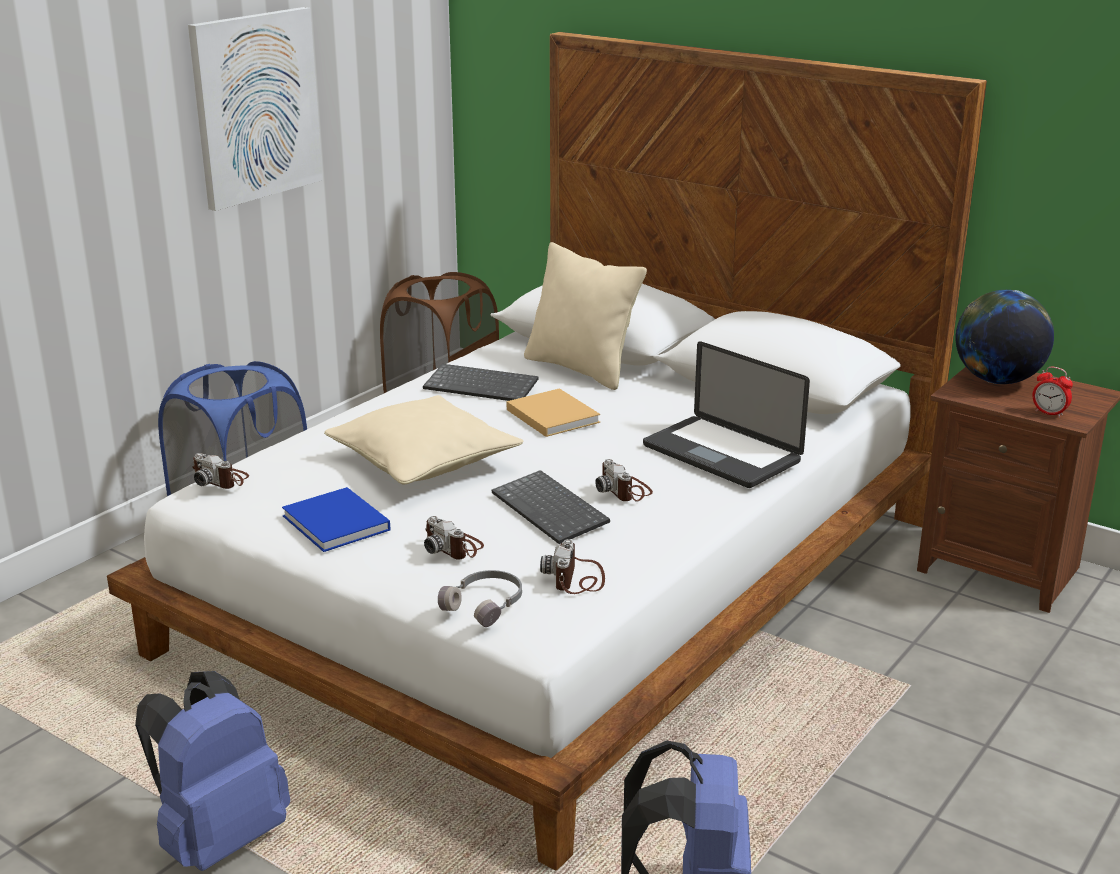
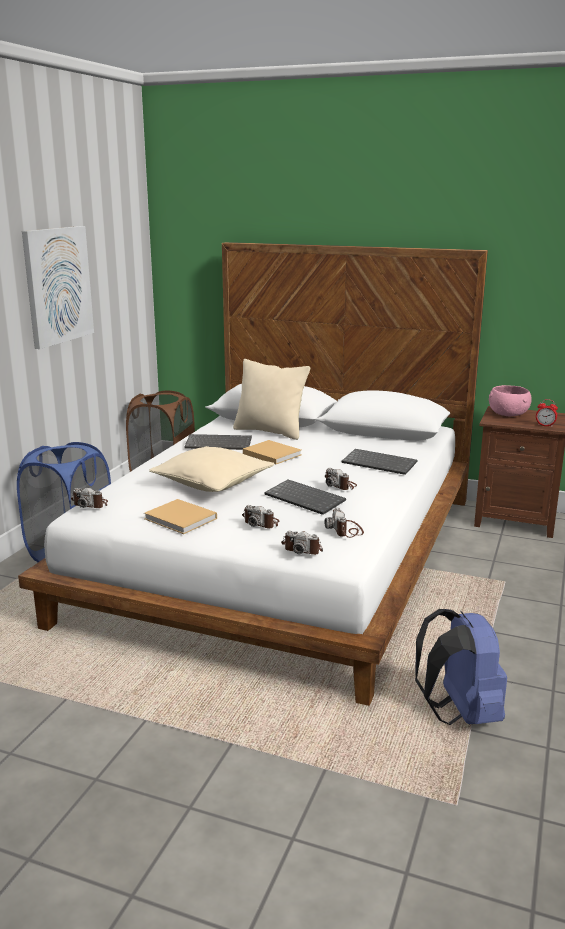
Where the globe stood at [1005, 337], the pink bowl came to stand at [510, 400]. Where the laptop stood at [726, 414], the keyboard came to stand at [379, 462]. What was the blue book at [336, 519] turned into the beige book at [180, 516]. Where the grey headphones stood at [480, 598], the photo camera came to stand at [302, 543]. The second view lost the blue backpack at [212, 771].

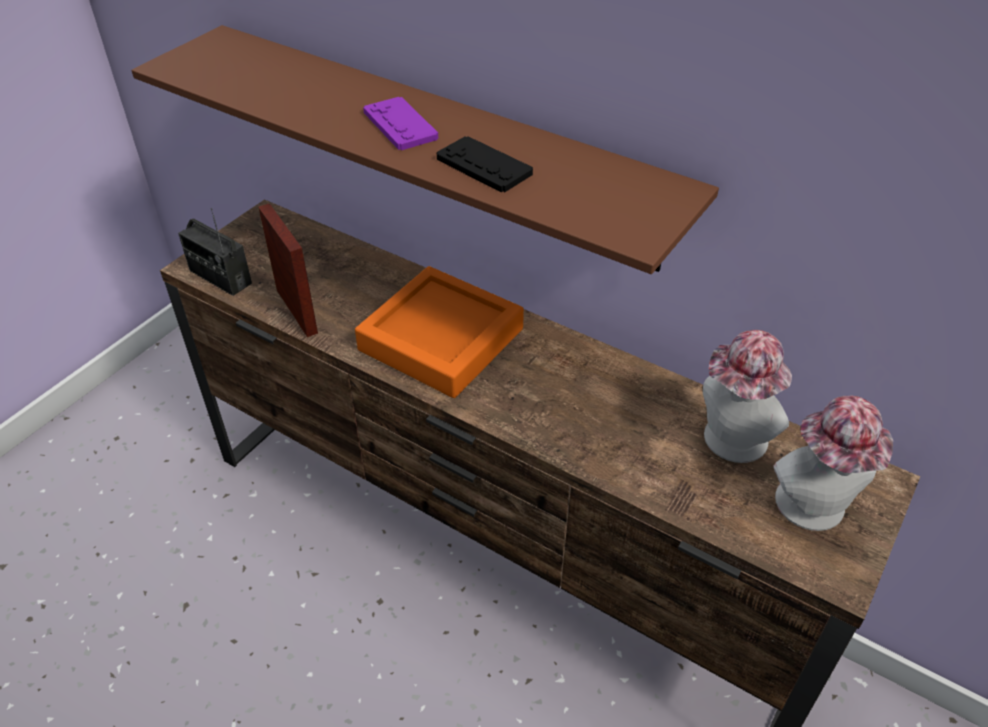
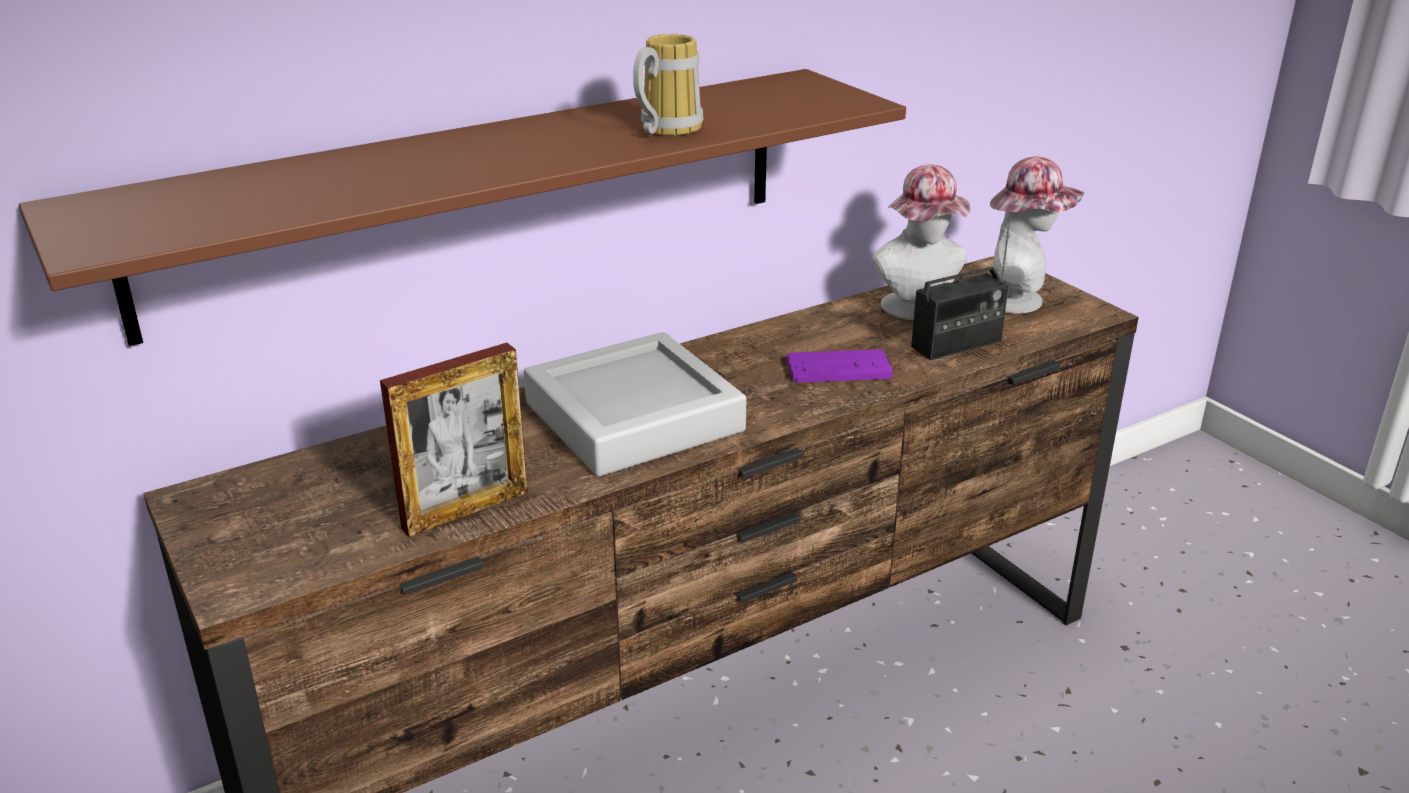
The purple game controller ended up elsewhere, having gone from [400, 123] to [840, 366]. Where the black game controller stood at [485, 164], the mug came to stand at [668, 85]. The picture frame at [288, 270] ended up facing another way, 150 degrees clockwise from before. The radio ended up elsewhere, having gone from [215, 252] to [961, 288]. What was the orange tray at [439, 332] turned into the grey tray at [635, 404].

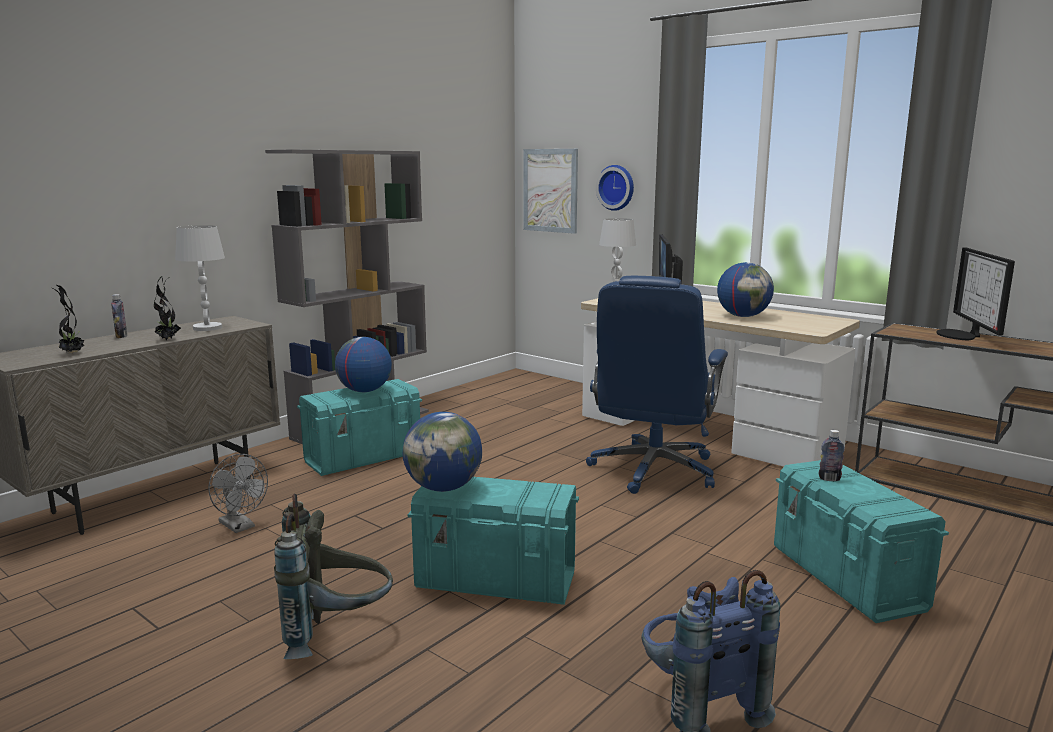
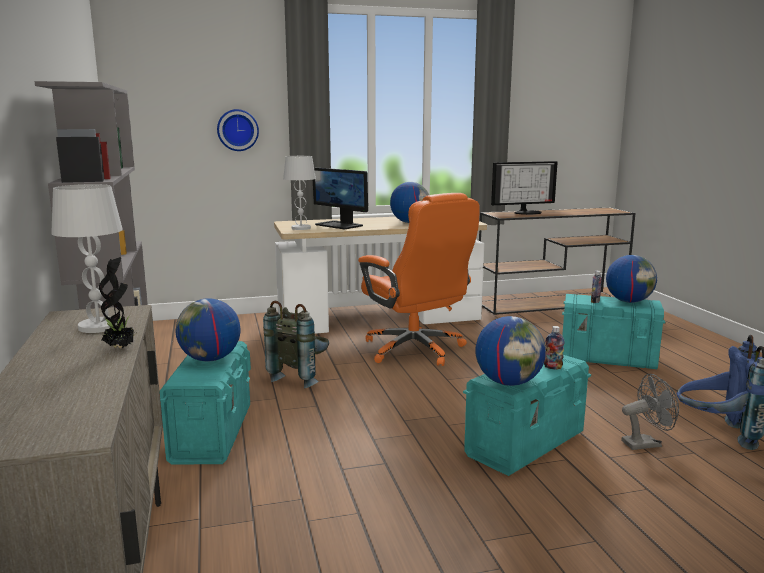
The second view lost the picture at [550, 191]. The monitor at [975, 294] ended up facing another way, 60 degrees counterclockwise from before. What was the blue office chair at [657, 385] turned into the orange office chair at [419, 279]. The second view lost the potted plant at [68, 318]. The bottle ended up elsewhere, having gone from [119, 316] to [554, 348]. The grey fan ended up elsewhere, having gone from [238, 493] to [650, 412]. The grey backpack ended up elsewhere, having gone from [333, 576] to [296, 345]. The second view gained the globe at [631, 279].

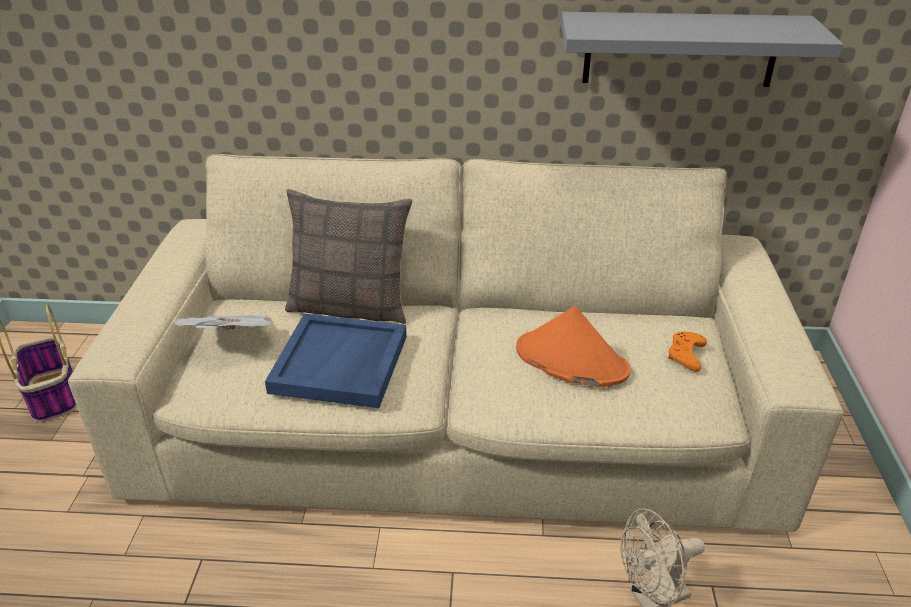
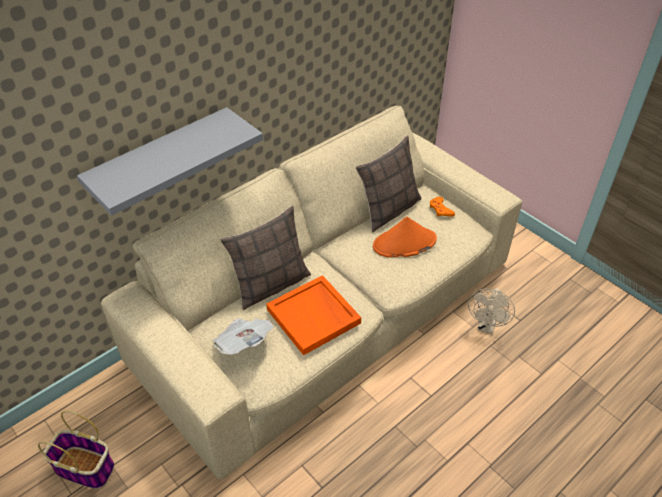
The grey shelf ended up elsewhere, having gone from [702, 49] to [170, 161]. What was the blue tray at [336, 361] turned into the orange tray at [313, 315]. The second view gained the pillow at [388, 184].

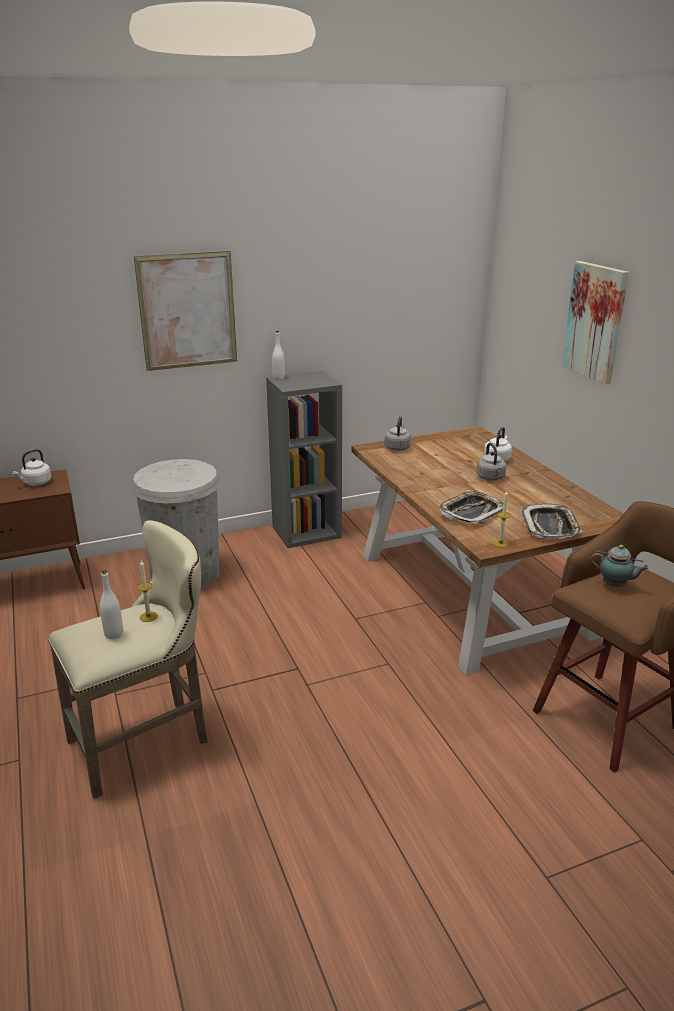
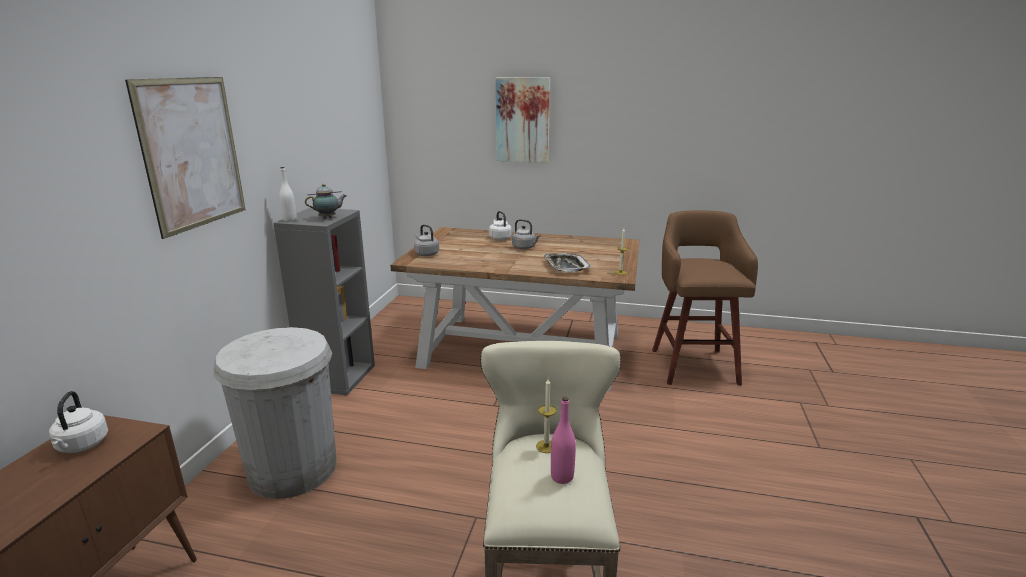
The second view lost the tray at [552, 521]. The teapot ended up elsewhere, having gone from [619, 566] to [326, 201]. What was the white bottle at [111, 604] turned into the pink bottle at [563, 440].

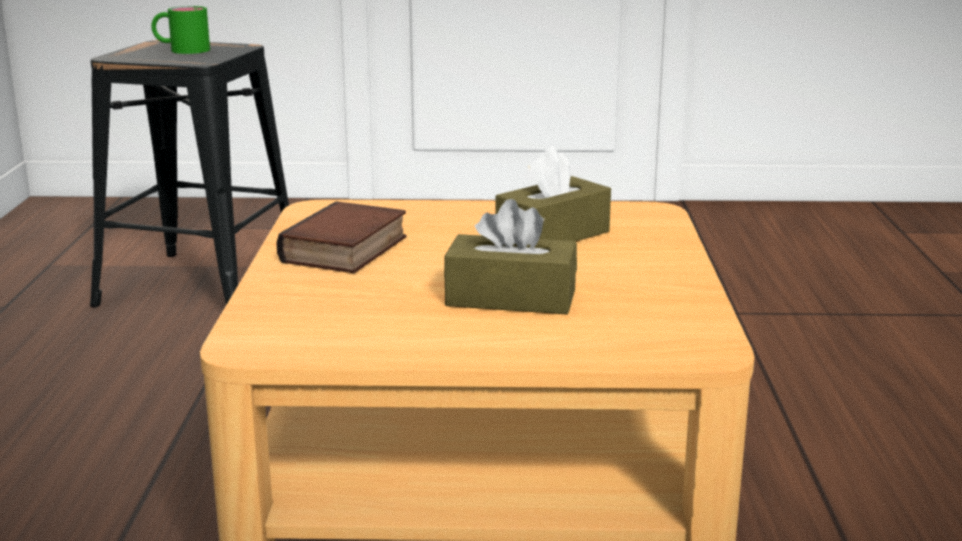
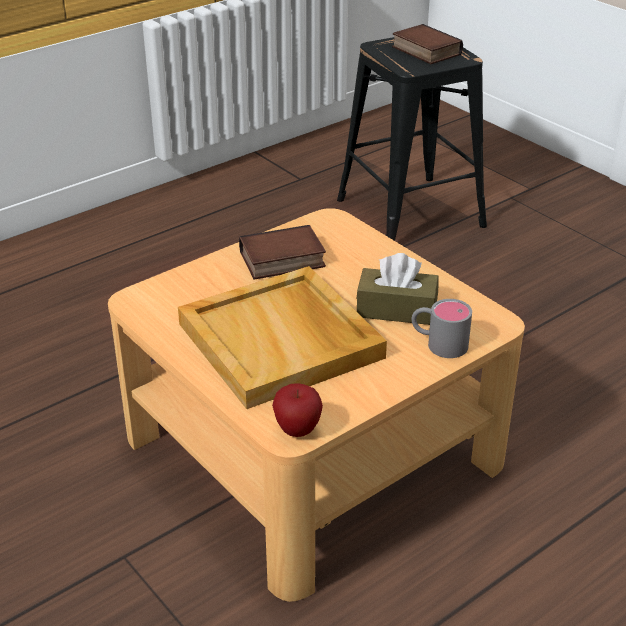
Where the green mug stood at [180, 30], the book came to stand at [427, 44]. Where the brown tissue box stood at [510, 256], the beige tray came to stand at [282, 337]. The second view gained the grey mug at [441, 328]. The second view gained the apple at [297, 410].

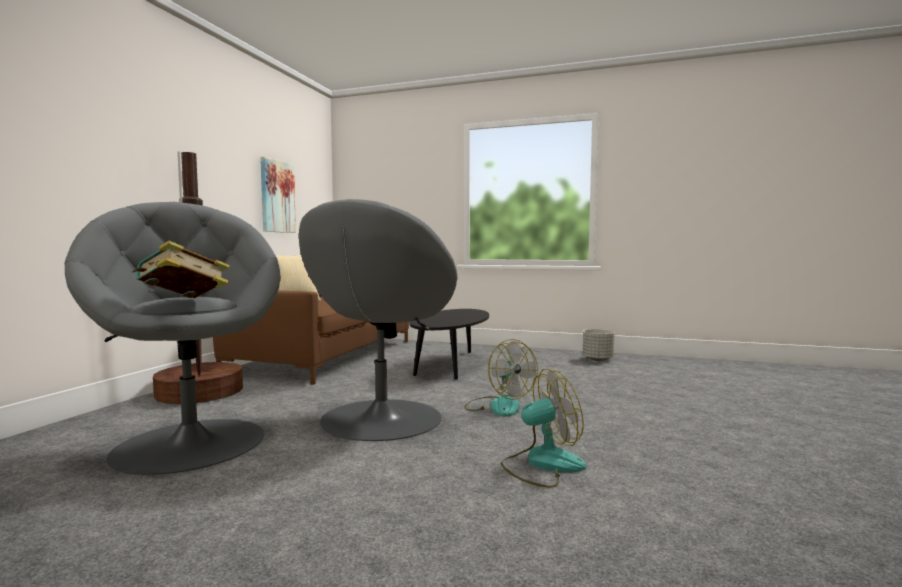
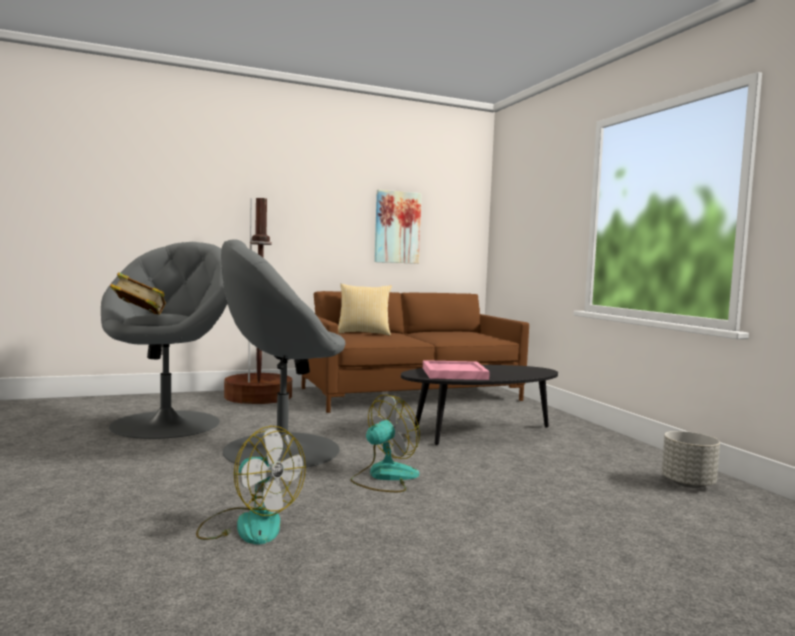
The fan at [501, 377] ended up facing another way, 150 degrees counterclockwise from before. The second view gained the pink tray at [456, 370].

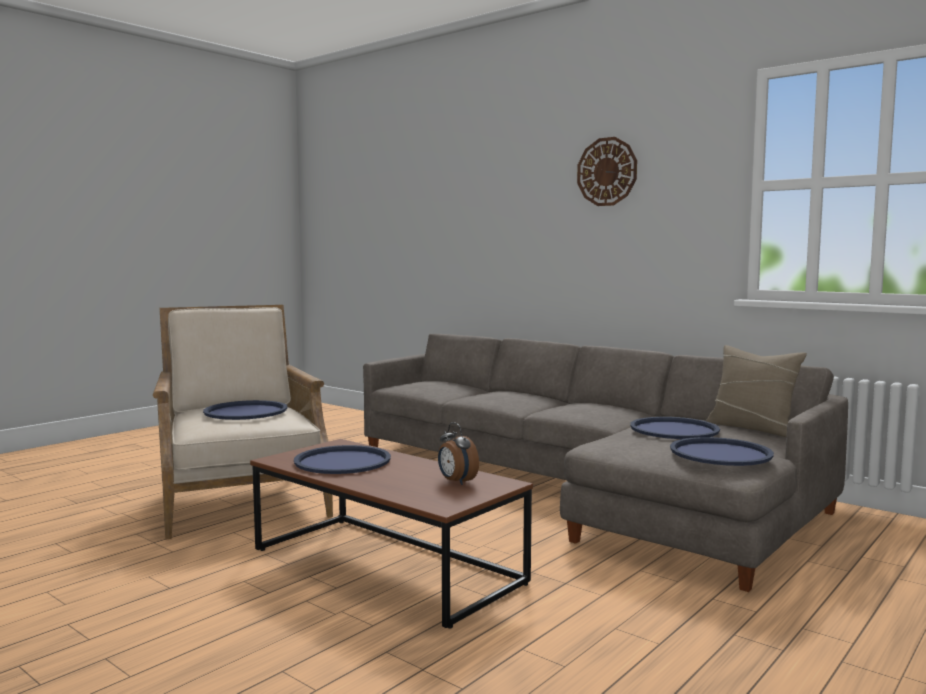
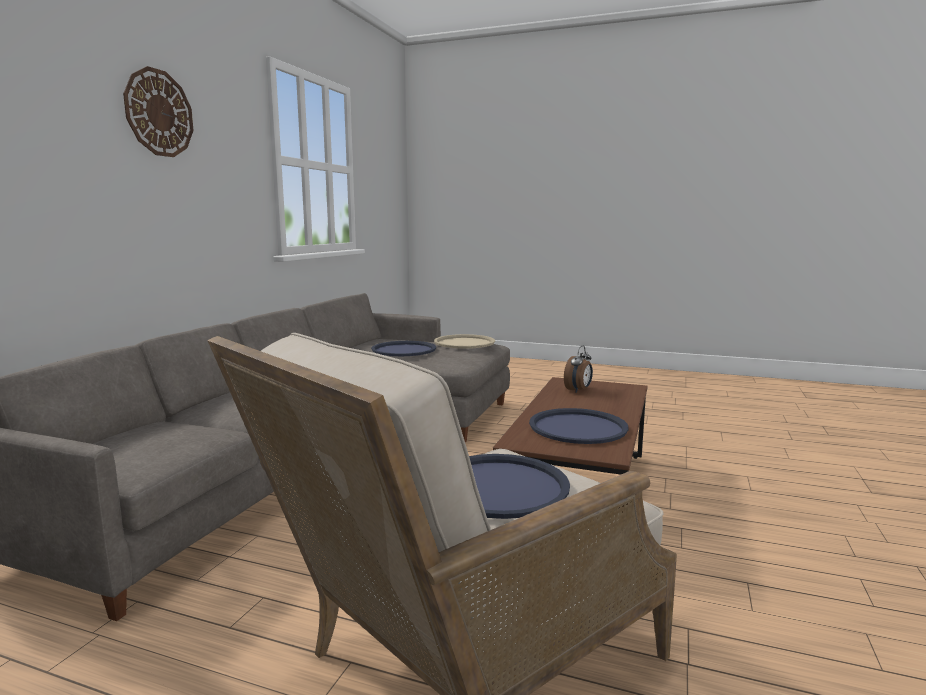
The second view lost the beige pillow at [756, 391]. What was the blue tray at [722, 451] turned into the beige tray at [464, 341].

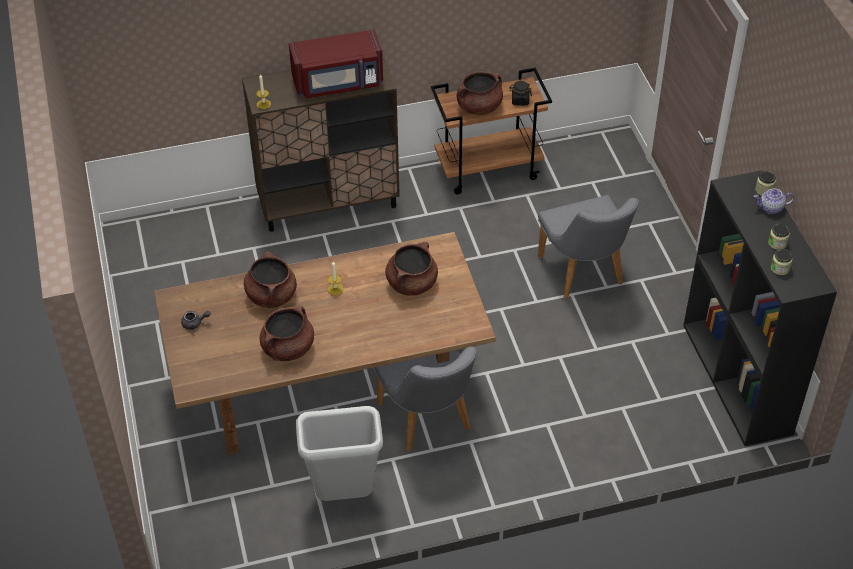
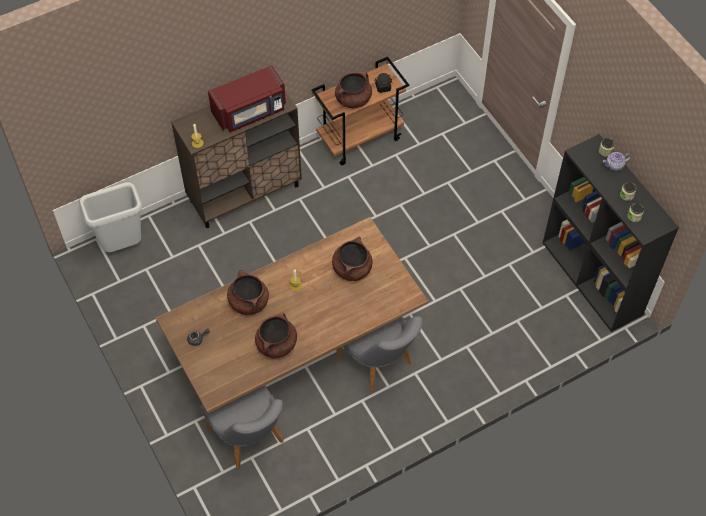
The grey chair ended up elsewhere, having gone from [588, 247] to [242, 427]. The grey trash can ended up elsewhere, having gone from [339, 453] to [110, 217].

